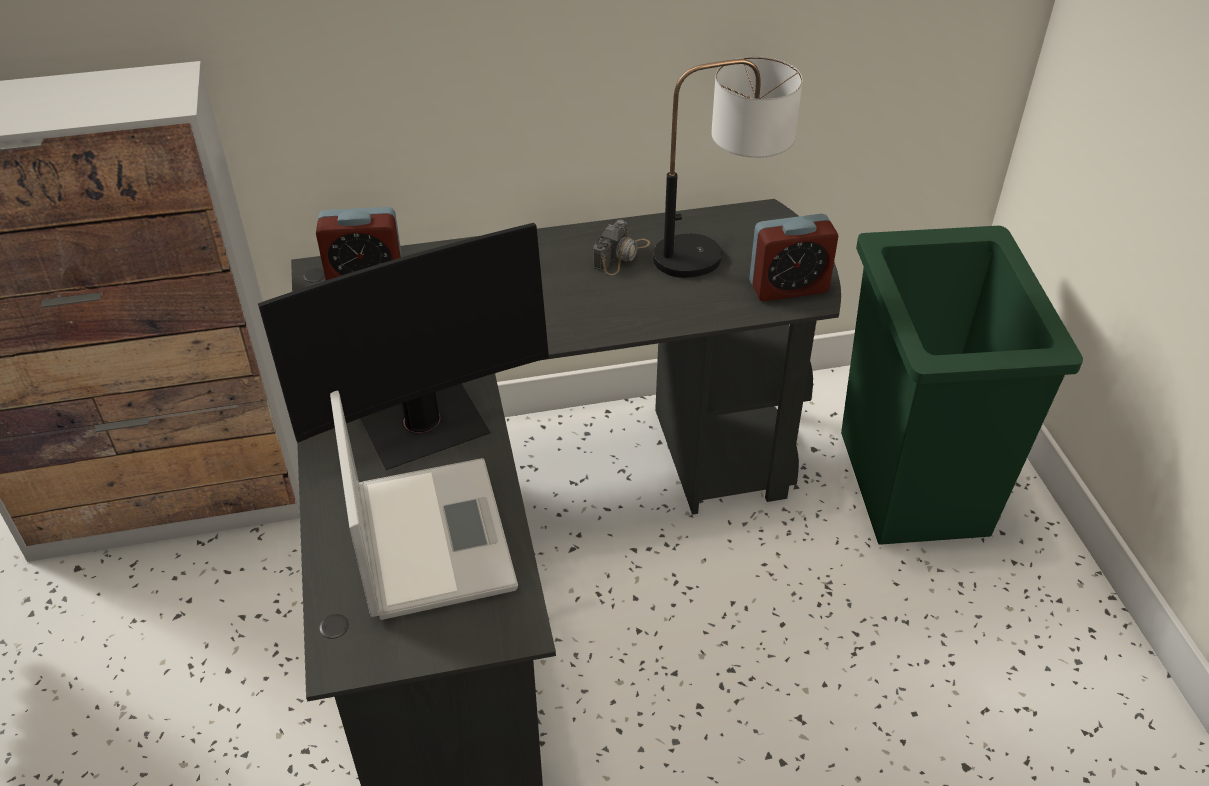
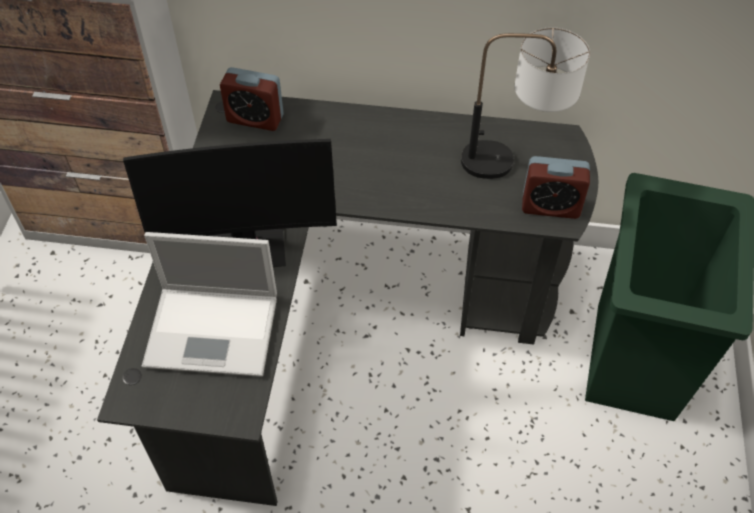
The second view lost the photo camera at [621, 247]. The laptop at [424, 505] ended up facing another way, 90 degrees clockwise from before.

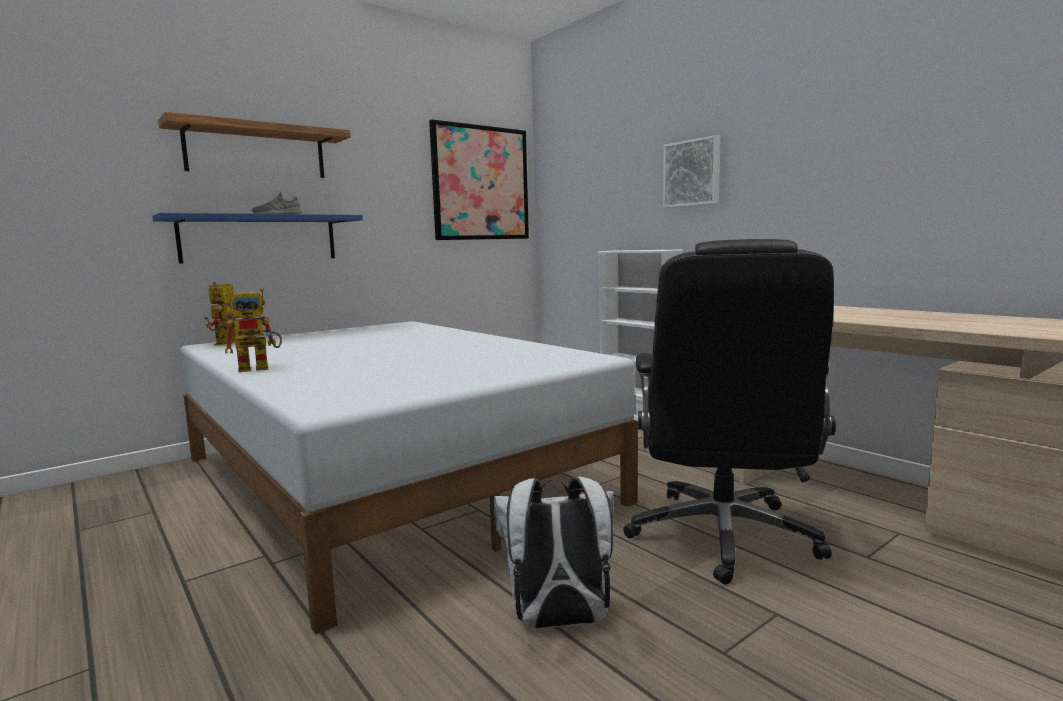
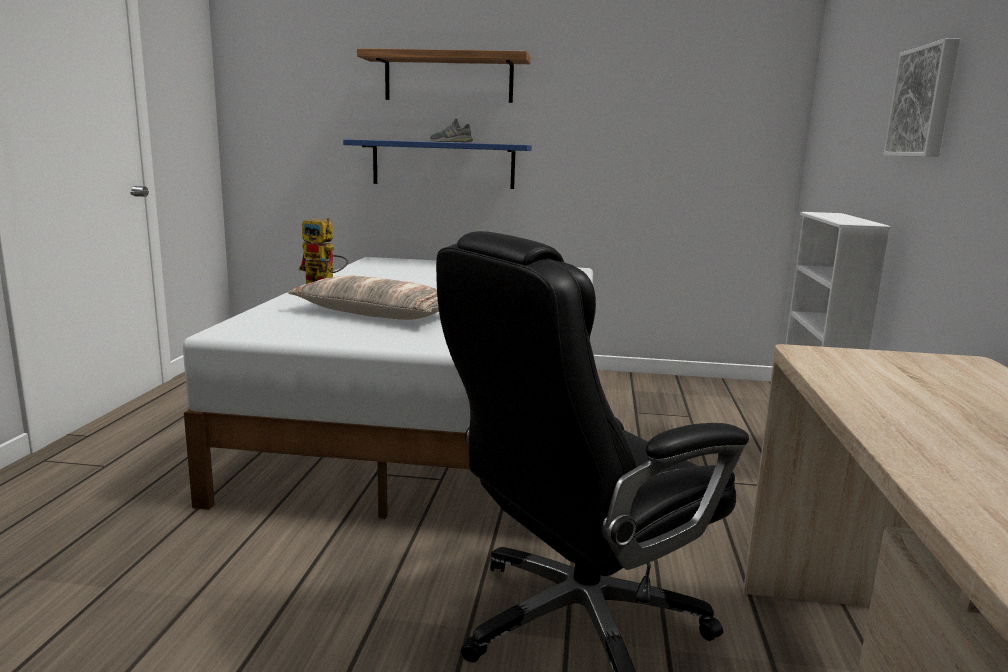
The second view lost the picture at [479, 179]. The second view lost the toy robot at [221, 313]. The second view lost the white backpack at [553, 552]. The second view gained the pillow at [363, 297].

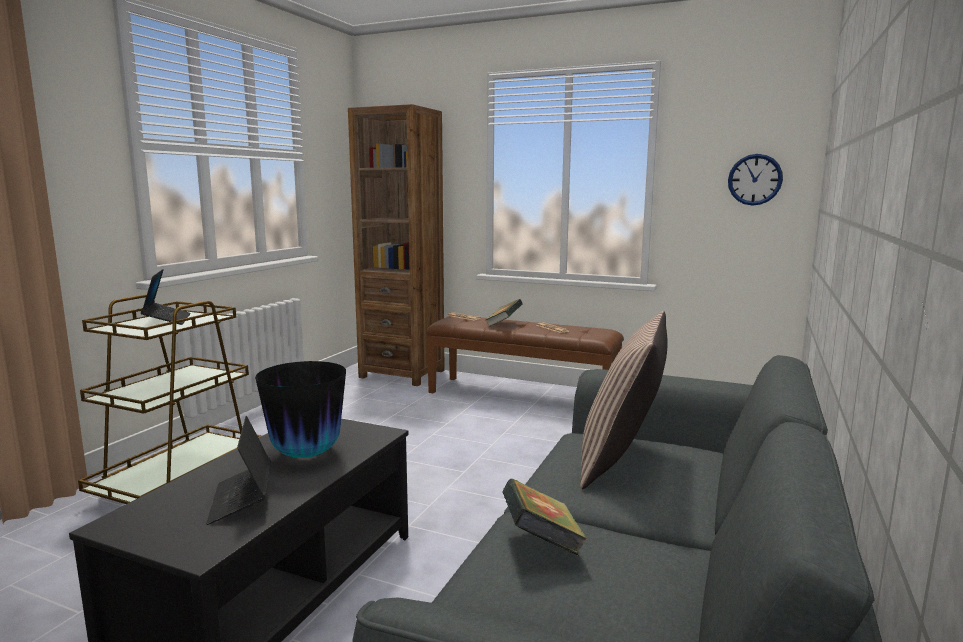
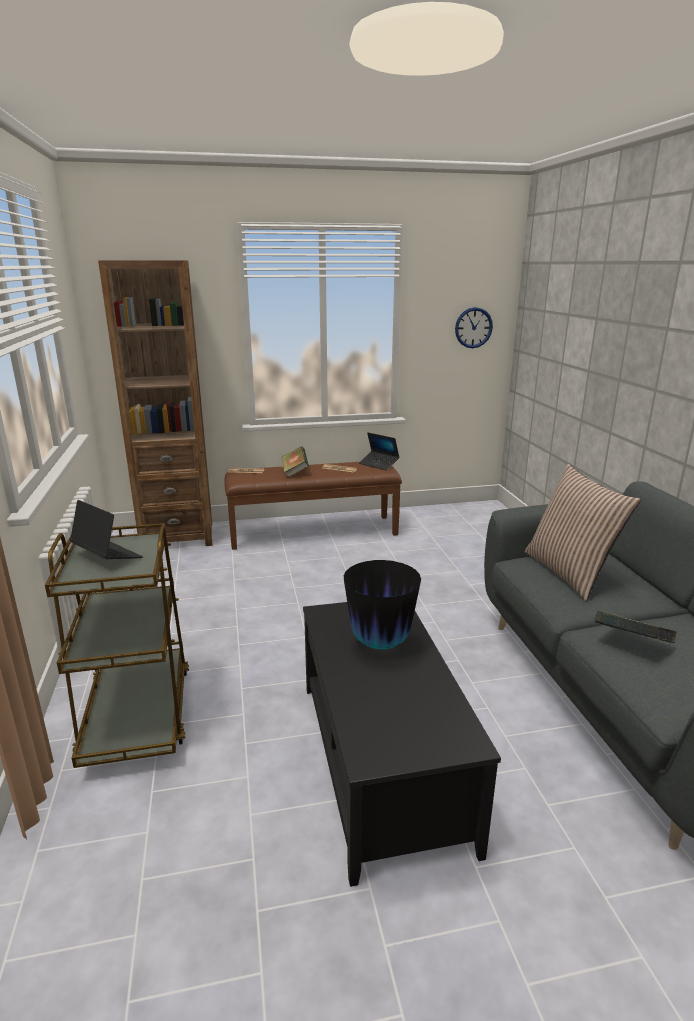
The laptop ended up elsewhere, having gone from [238, 470] to [379, 451].

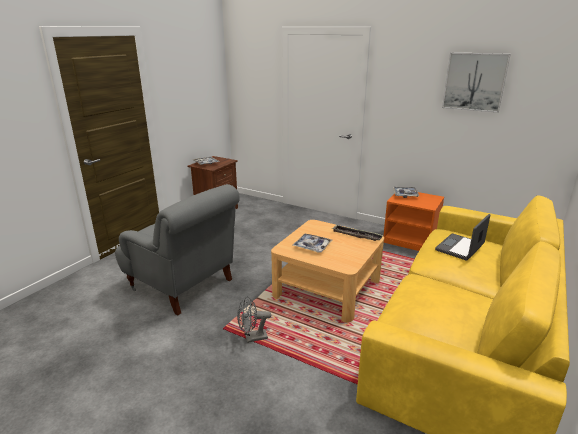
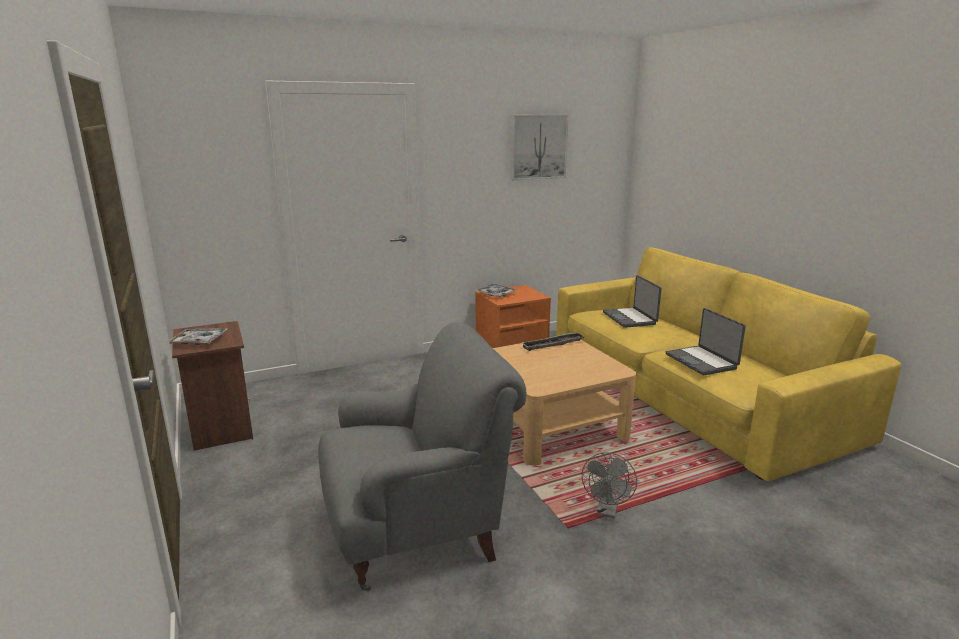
The second view lost the tray at [312, 243]. The second view gained the laptop at [706, 341].

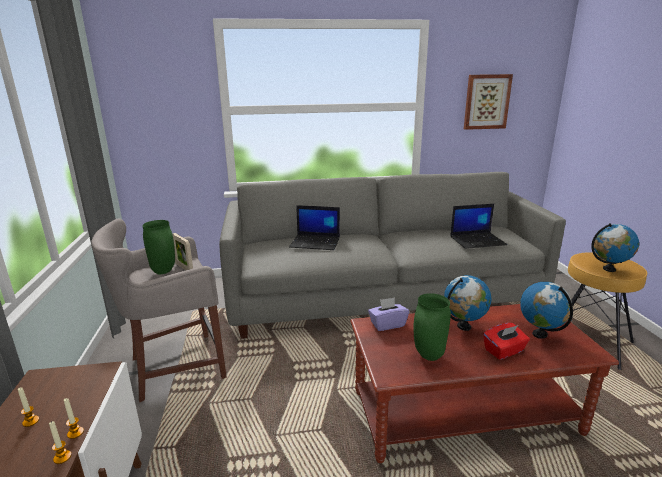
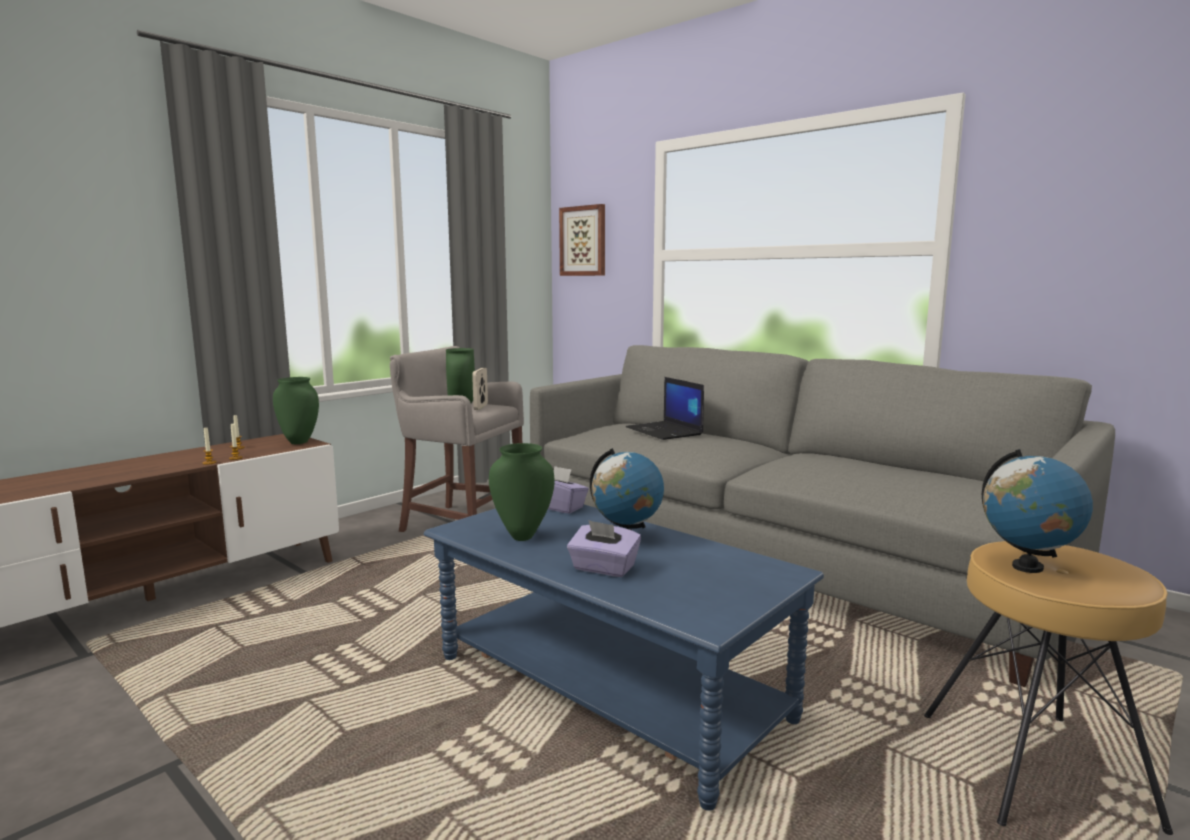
The picture ended up elsewhere, having gone from [488, 102] to [582, 240]. The second view lost the laptop at [479, 226]. The second view lost the globe at [546, 310]. What was the brown coffee table at [484, 383] turned into the blue coffee table at [624, 657]. What was the red tissue box at [506, 341] turned into the purple tissue box at [604, 548]. The second view gained the green vase at [296, 410].

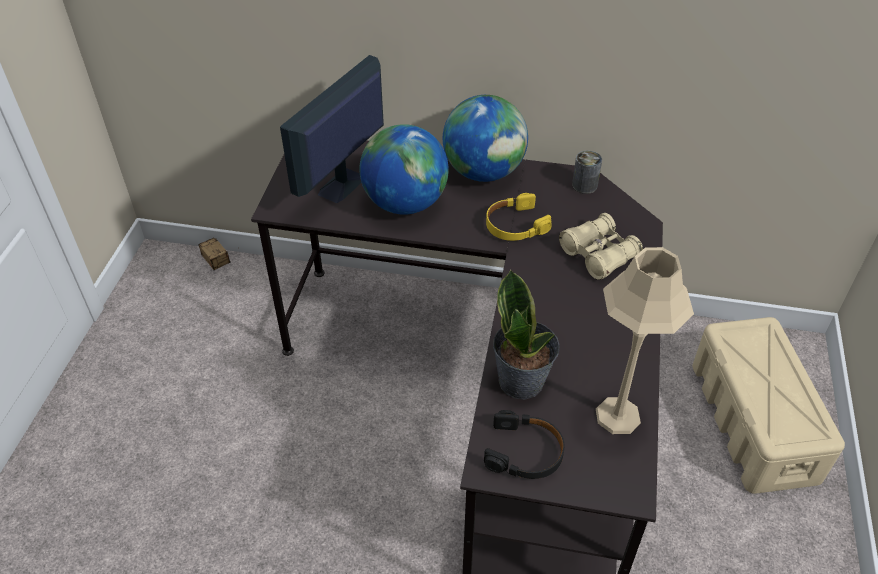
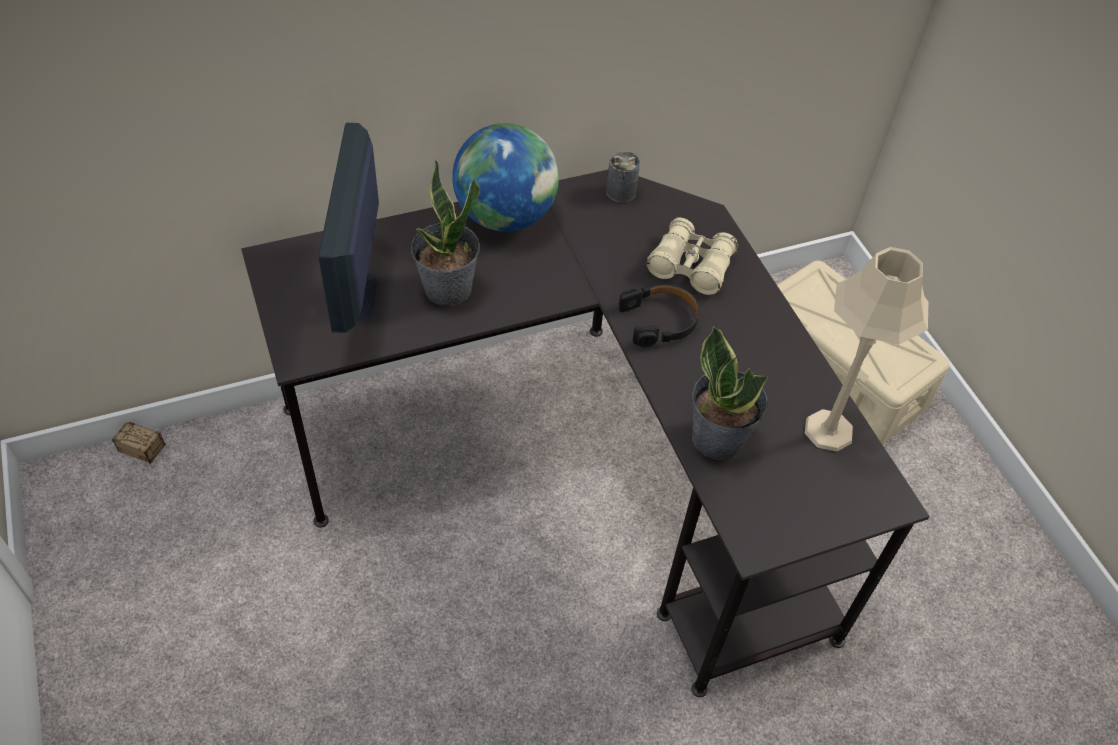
Where the globe stood at [404, 169], the potted plant came to stand at [445, 232]. The second view lost the yellow headphones at [519, 217]. The black headphones ended up elsewhere, having gone from [524, 444] to [659, 316].

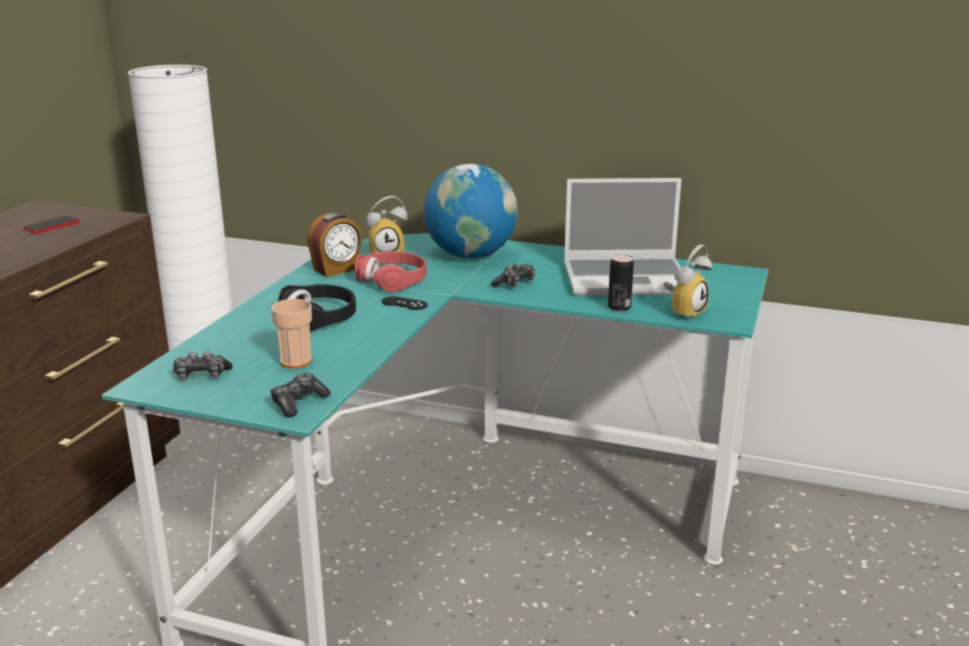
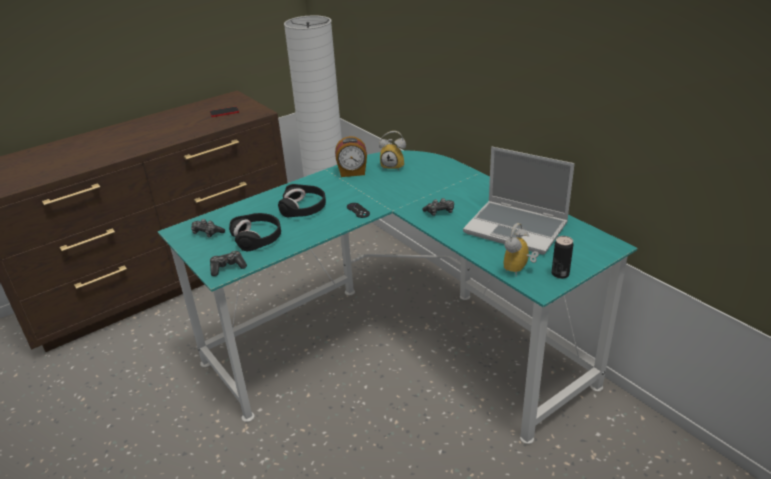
The second view lost the globe at [471, 211]. The alarm clock at [688, 282] ended up facing another way, 135 degrees clockwise from before. The second view lost the red headphones at [390, 272]. The can ended up elsewhere, having gone from [621, 282] to [562, 257]. Where the cup stood at [291, 333], the black headphones came to stand at [255, 232].

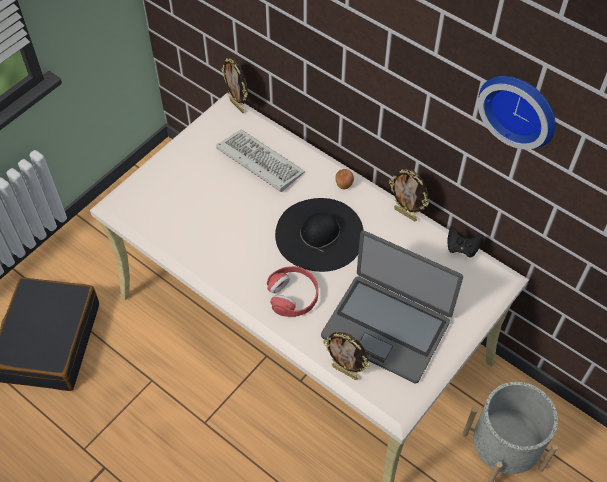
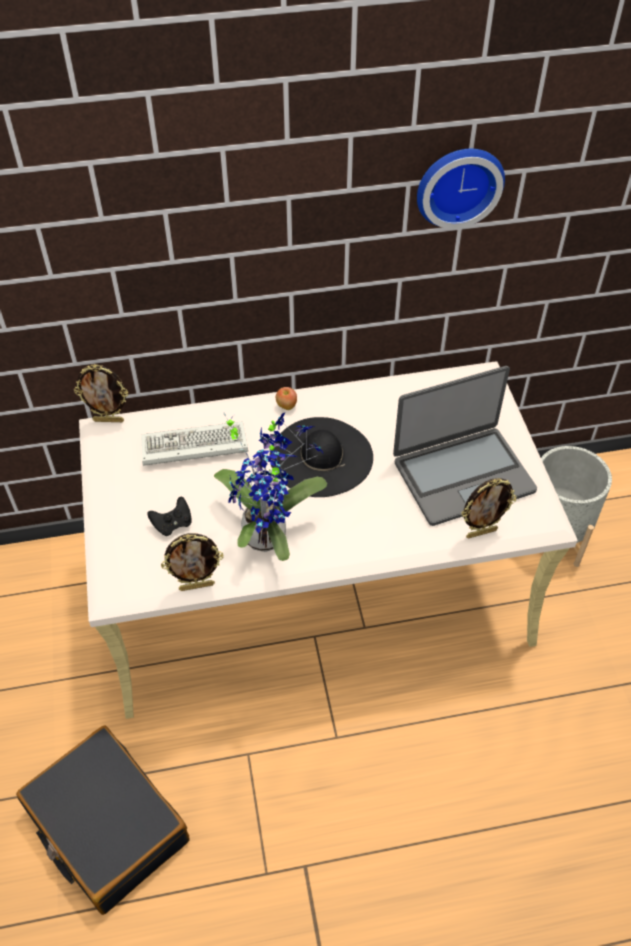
The picture frame ended up elsewhere, having gone from [409, 195] to [192, 562]. The black game controller ended up elsewhere, having gone from [465, 242] to [169, 516]. The second view lost the red headphones at [292, 291]. The second view gained the potted plant at [270, 486].

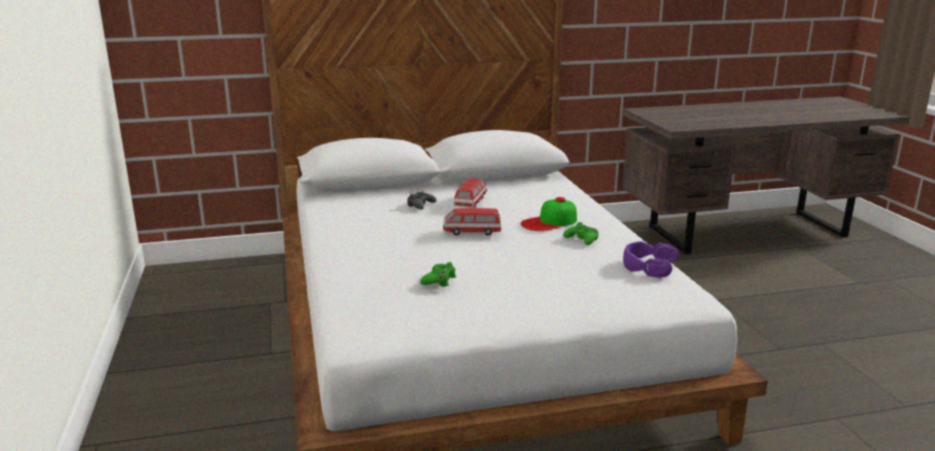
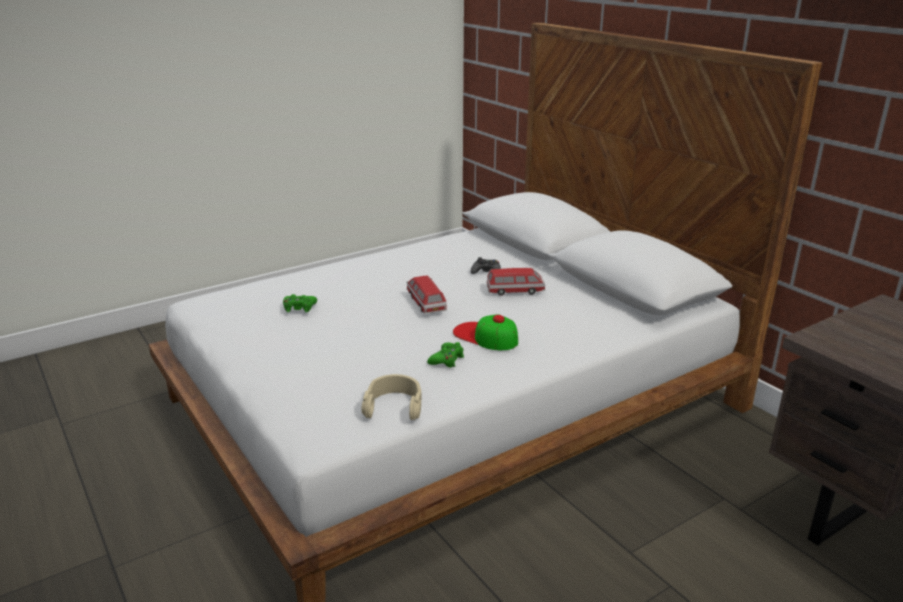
What was the purple headphones at [651, 259] turned into the beige headphones at [391, 397].

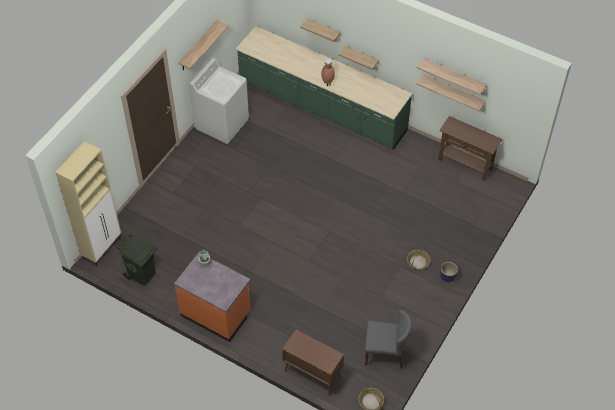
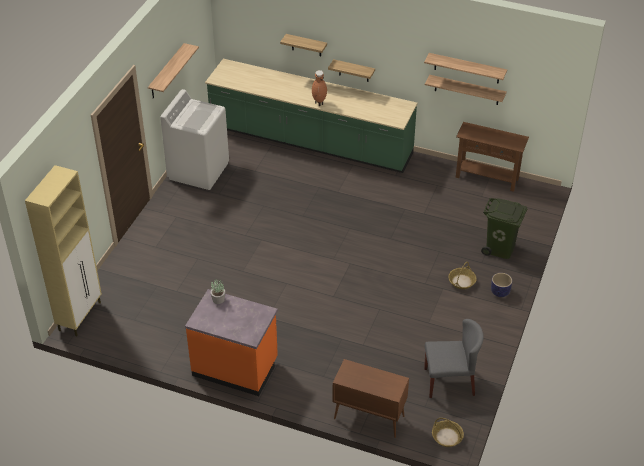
The green trash can ended up elsewhere, having gone from [136, 259] to [504, 228].

